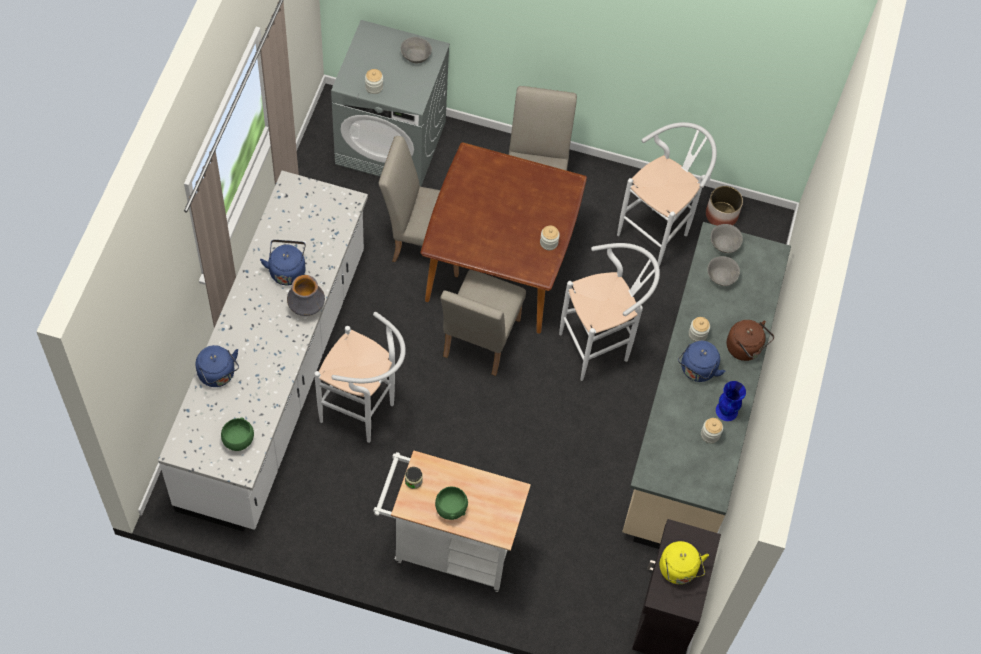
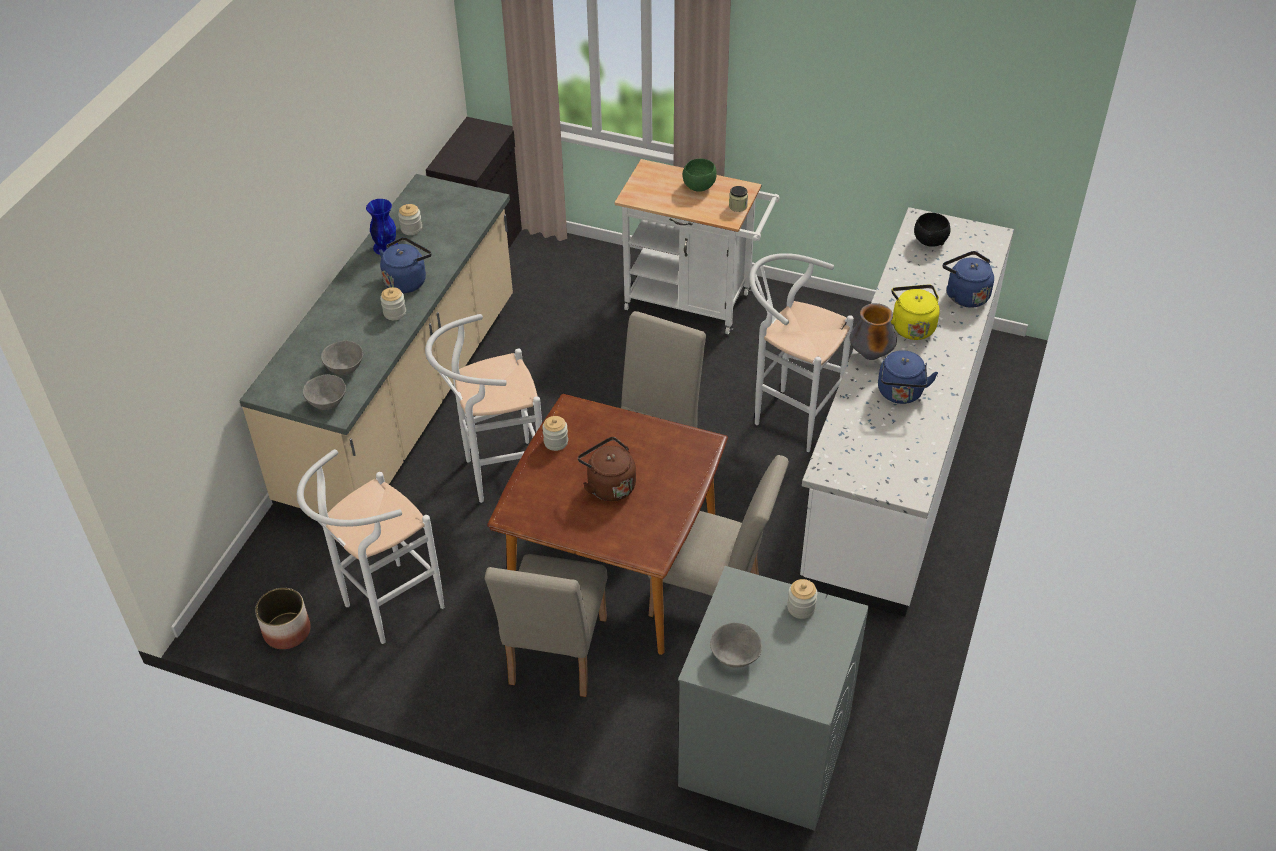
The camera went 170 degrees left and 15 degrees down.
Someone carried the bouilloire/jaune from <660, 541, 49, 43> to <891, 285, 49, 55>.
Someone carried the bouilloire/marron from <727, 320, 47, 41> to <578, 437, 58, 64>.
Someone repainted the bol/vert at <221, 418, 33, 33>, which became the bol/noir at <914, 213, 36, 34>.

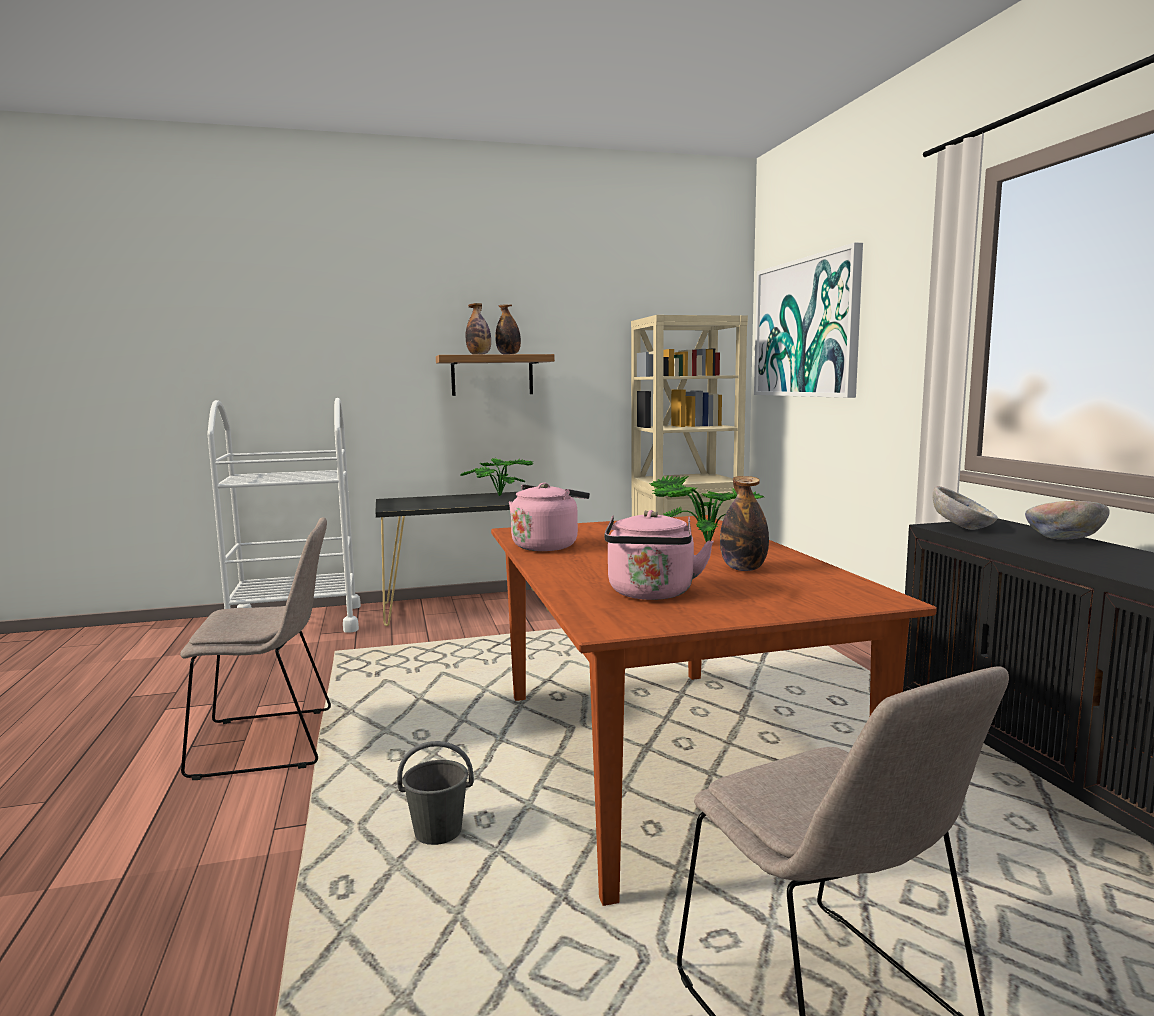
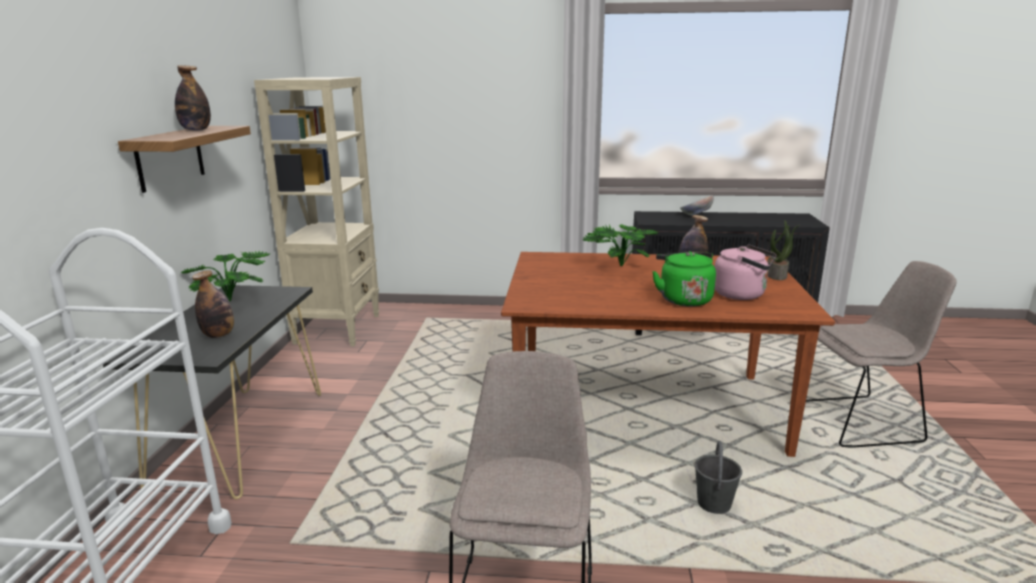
The camera went 70 degrees left and 10 degrees up.
Someone took away the bouilloire/rose at <509, 483, 81, 68>.
Someone took away the tableau at <754, 242, 109, 156>.
Someone took away the bol at <932, 486, 66, 44>.
Someone put down the bouilloire/vert at <652, 251, 64, 55>.
Someone put down the plante en pot at <768, 220, 32, 60>.
Someone carried the bouteille from <466, 303, 25, 52> to <192, 270, 42, 68>.

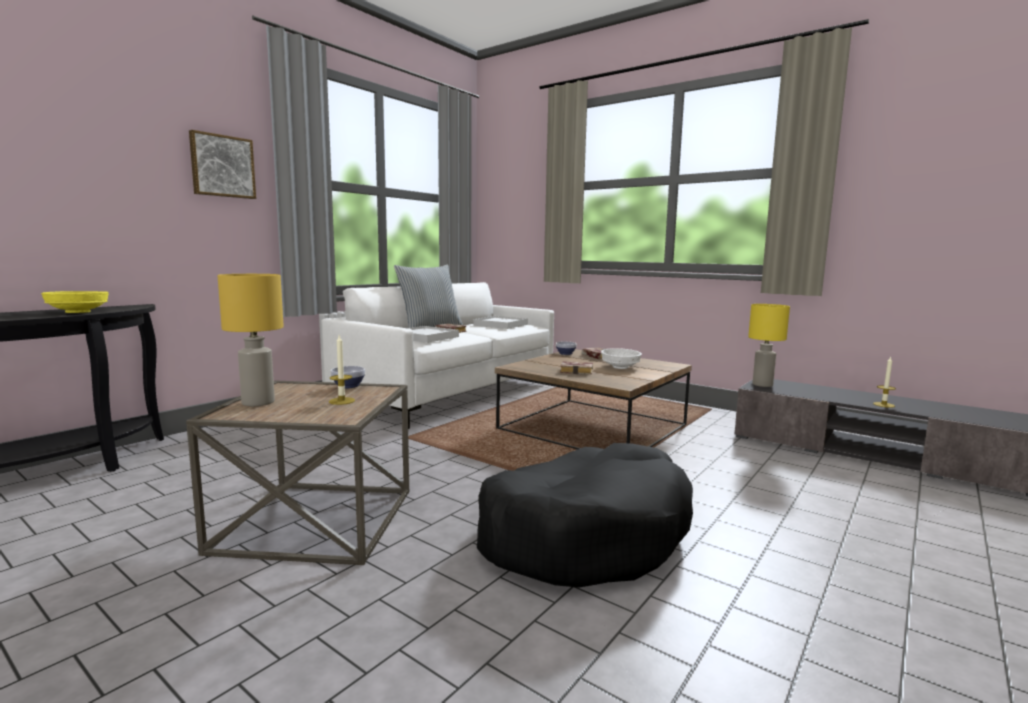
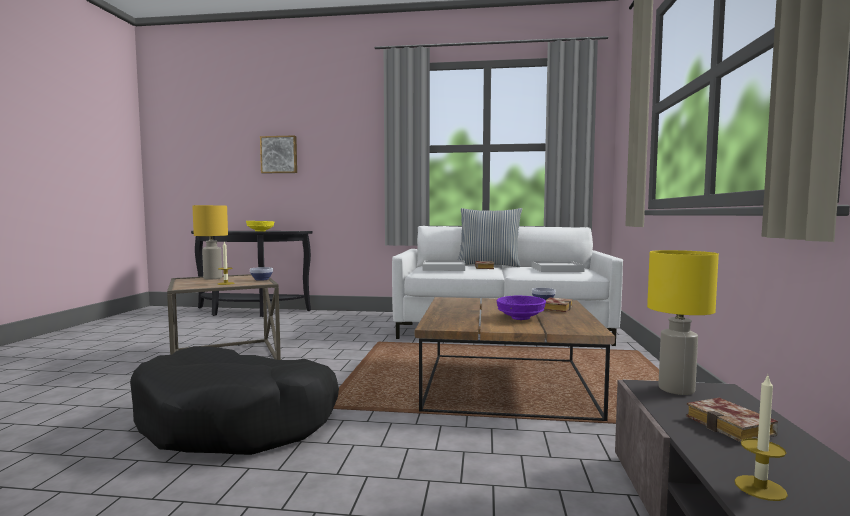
The camera went 60 degrees right and 5 degrees down.
Someone carried the tableau from <189, 130, 67, 69> to <260, 135, 37, 38>.
Someone carried the livre from <560, 361, 33, 14> to <686, 398, 92, 44>.
Someone repainted the bol/blanc at <601, 348, 41, 21>, which became the bol/violet at <496, 296, 50, 24>.

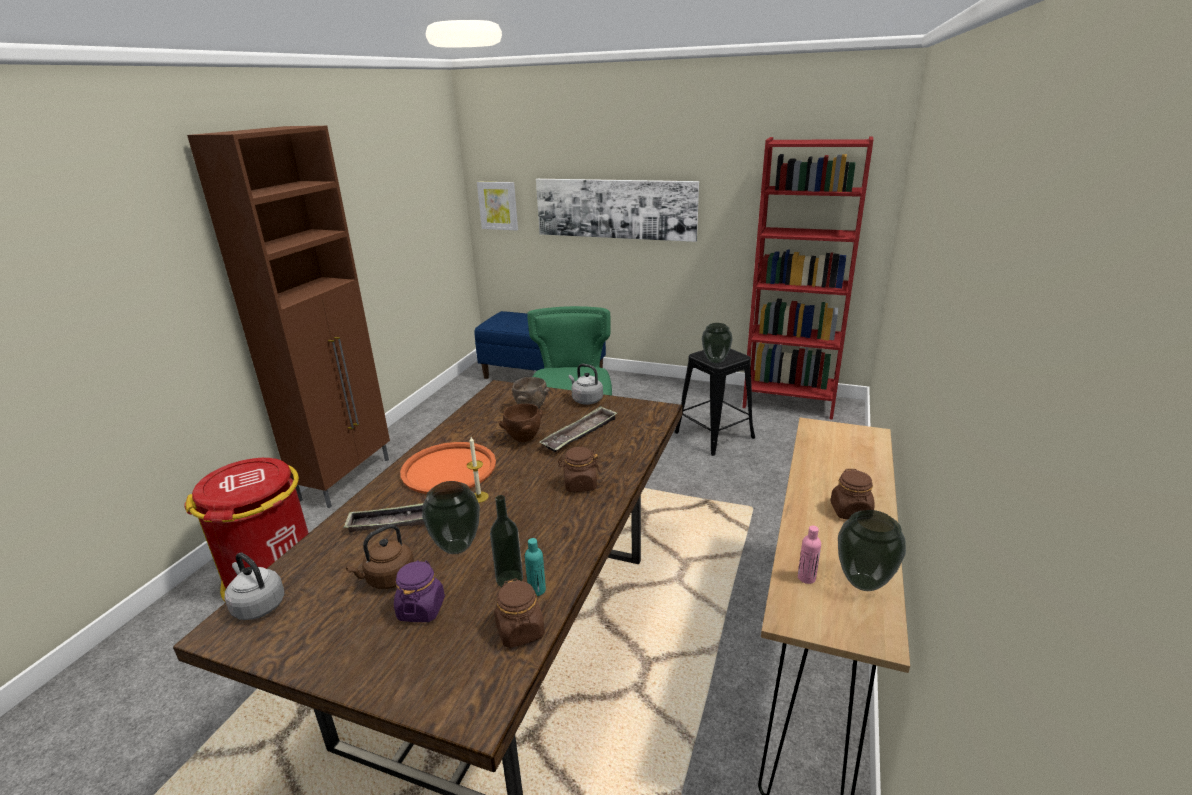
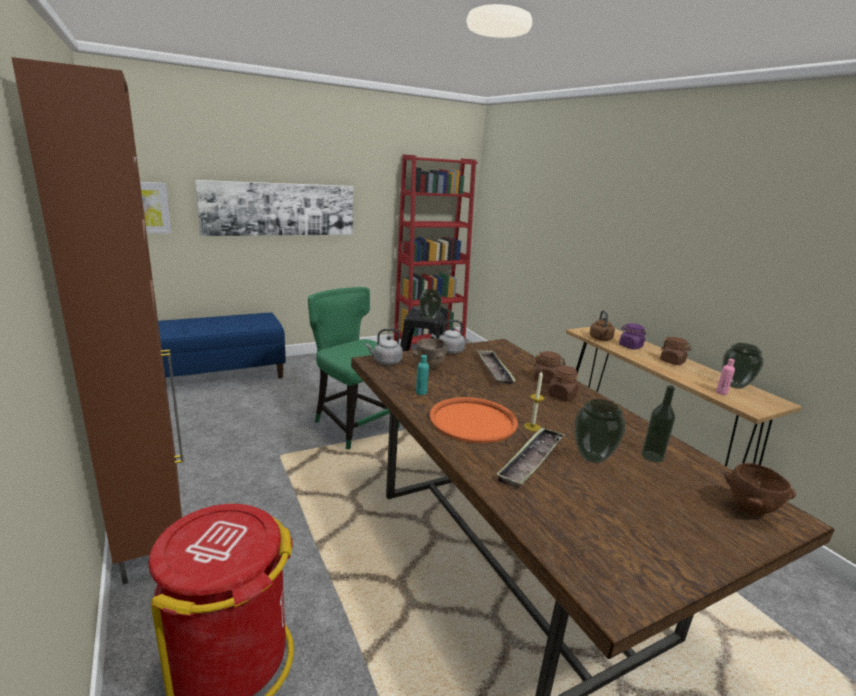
The camera went 50 degrees left and 5 degrees down.
Someone carried the bouilloire/gris from <225, 552, 59, 68> to <366, 328, 37, 37>.
Someone carried the bouilloire/marron from <346, 524, 68, 65> to <590, 310, 25, 31>.
Someone carried the bocal/violet from <394, 560, 51, 62> to <619, 323, 27, 27>.
Someone carried the bocal/marron from <494, 578, 51, 70> to <533, 351, 33, 32>.
Someone carried the bol/marron from <499, 404, 44, 38> to <725, 463, 71, 52>.
Someone carried the bouteille/turquoise from <525, 538, 21, 58> to <416, 355, 13, 40>.

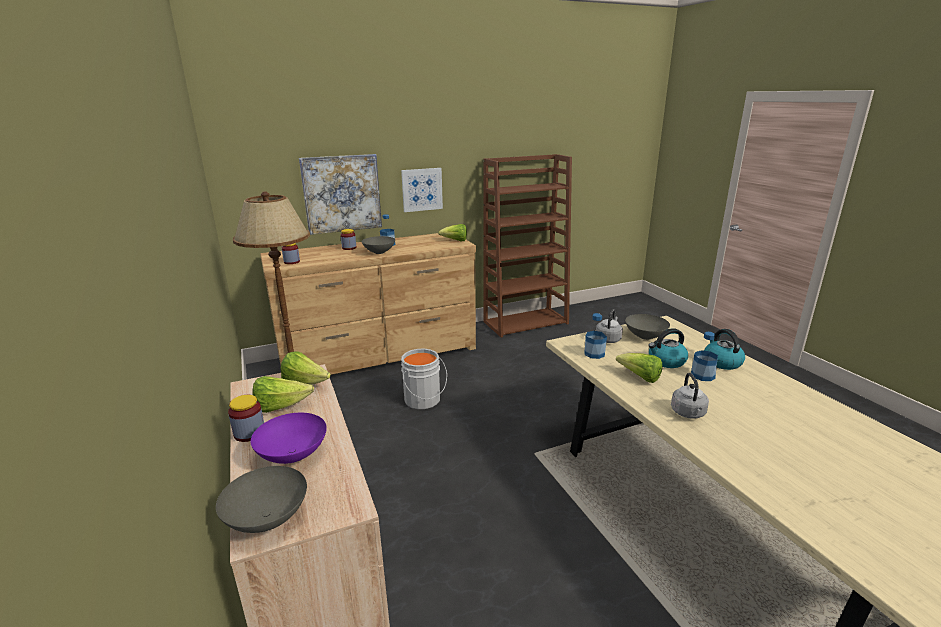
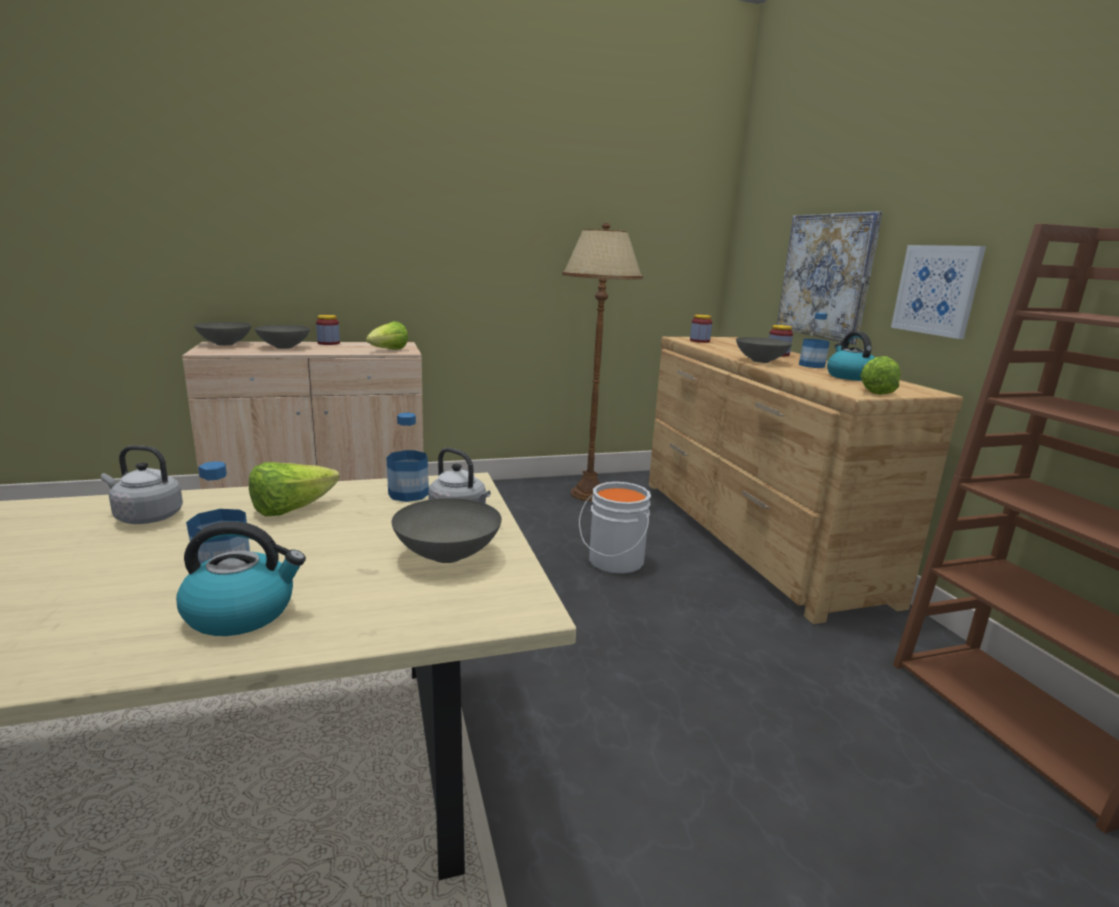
The camera went 95 degrees right and 5 degrees down.
Someone took away the laitue at <252, 376, 62, 37>.
Someone carried the bouilloire from <648, 328, 40, 40> to <827, 331, 48, 50>.
Someone repainted the bol/violet at <251, 413, 76, 51>, which became the bol/gris at <254, 325, 56, 24>.

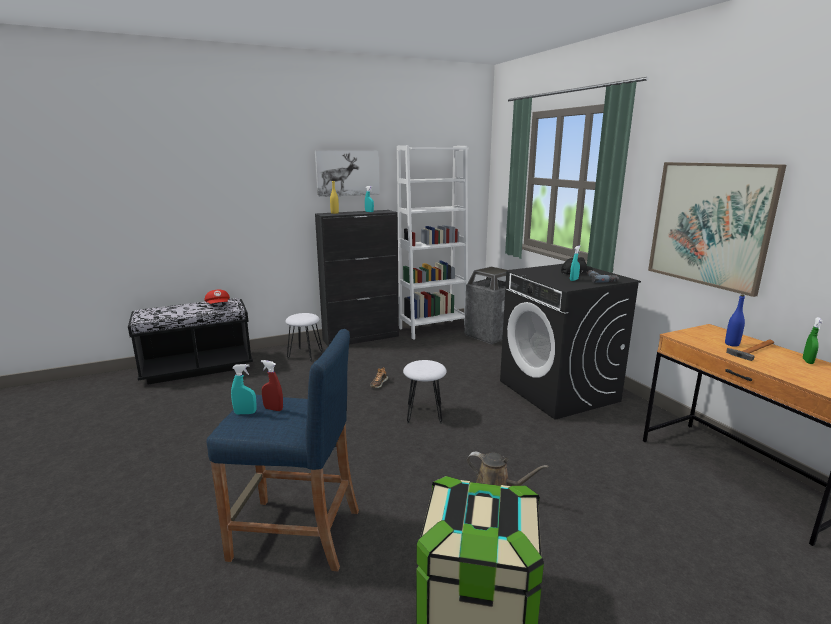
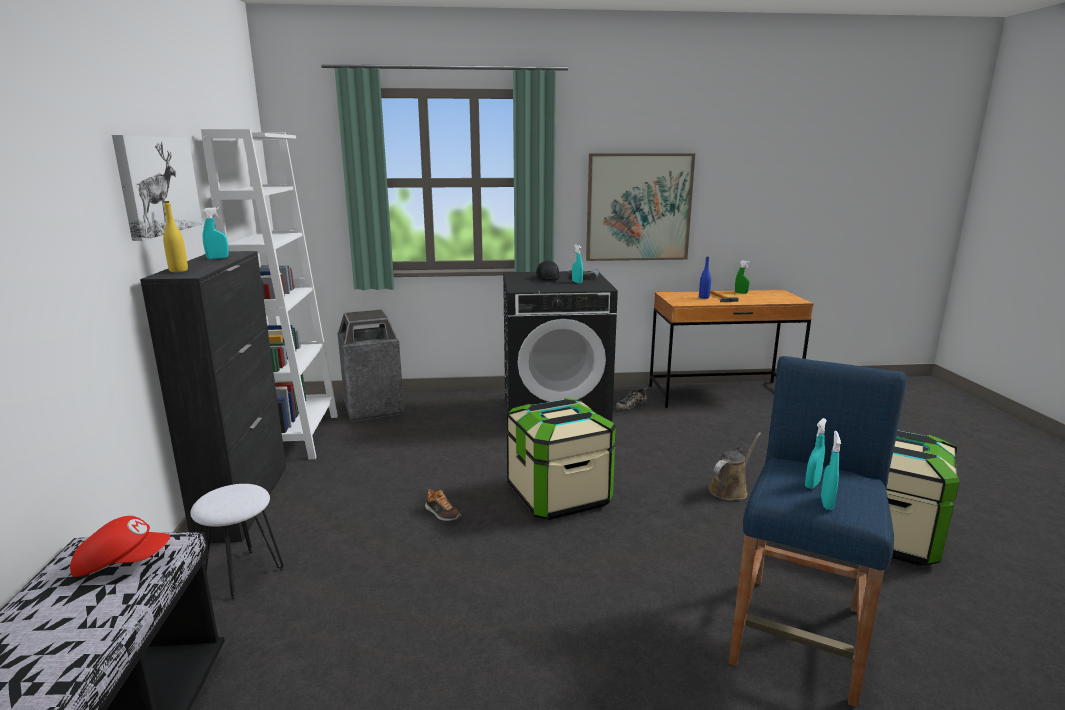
The camera went 70 degrees left and 0 degrees up.
Someone put down the chaussure at <616, 388, 33, 23>.
Someone swapped the tabouret/blanc at <403, 360, 44, 64> for the boîte de rangement at <506, 398, 110, 122>.
Someone repainted the vaporisateur/rouge at <261, 360, 22, 51>, which became the vaporisateur/turquoise at <805, 418, 22, 71>.

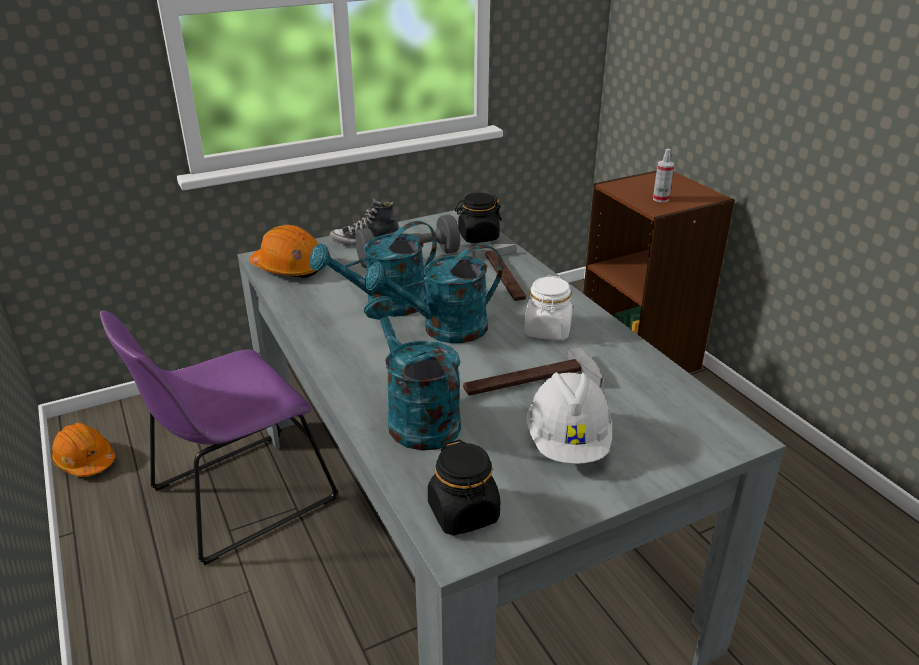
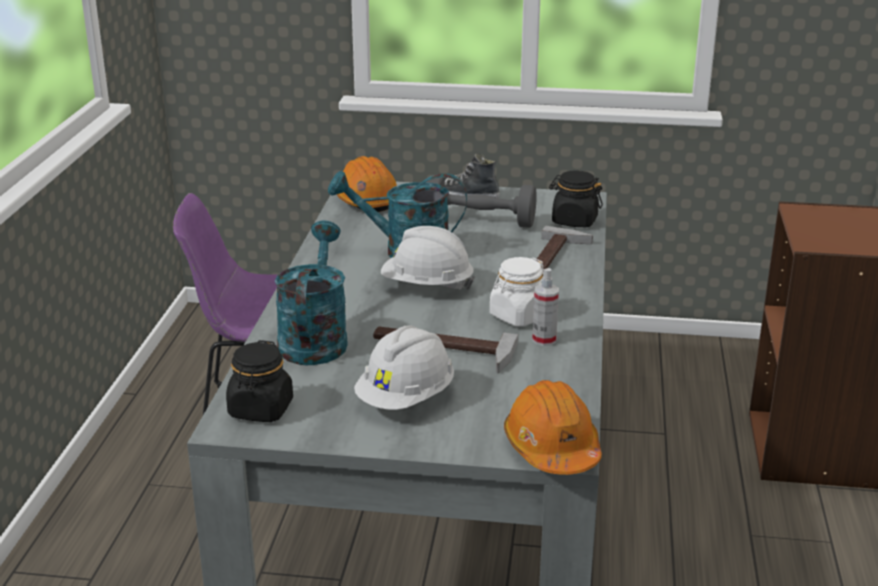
The camera went 35 degrees right and 5 degrees down.
Someone carried the casque de chantier/orange from <51, 423, 64, 54> to <504, 380, 98, 95>.
Someone carried the vaporisateur from <653, 149, 21, 53> to <532, 268, 27, 78>.
Someone swapped the arrosoir/turquoise at <365, 244, 138, 99> for the casque de chantier/blanc at <381, 226, 94, 64>.

